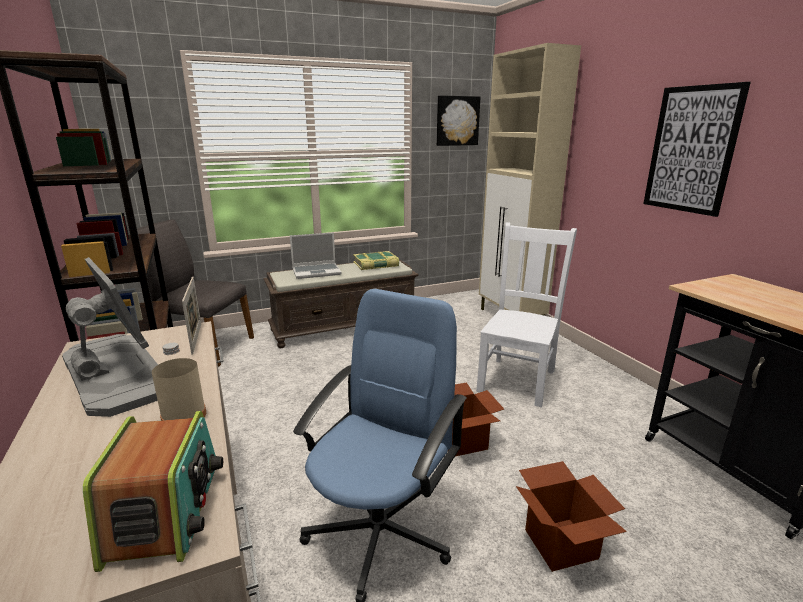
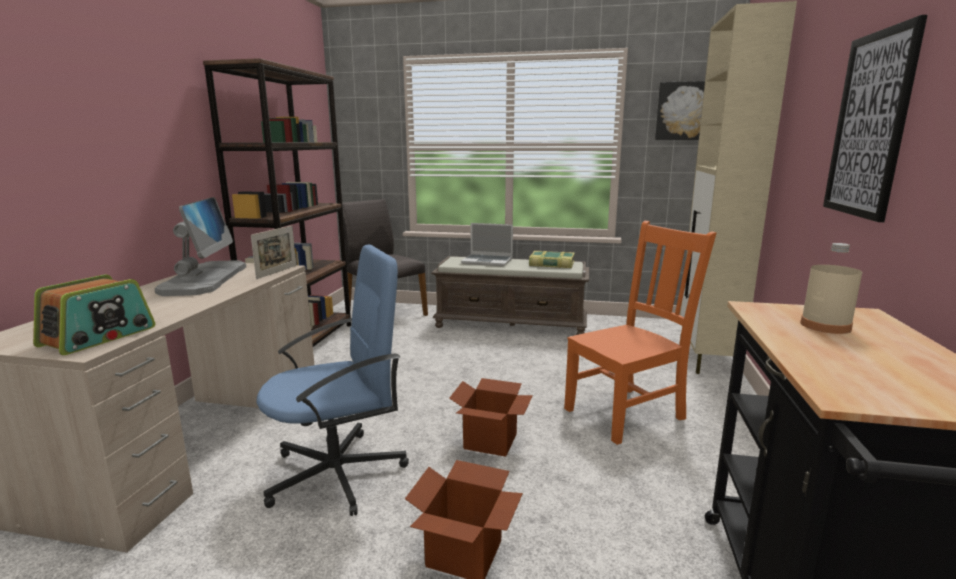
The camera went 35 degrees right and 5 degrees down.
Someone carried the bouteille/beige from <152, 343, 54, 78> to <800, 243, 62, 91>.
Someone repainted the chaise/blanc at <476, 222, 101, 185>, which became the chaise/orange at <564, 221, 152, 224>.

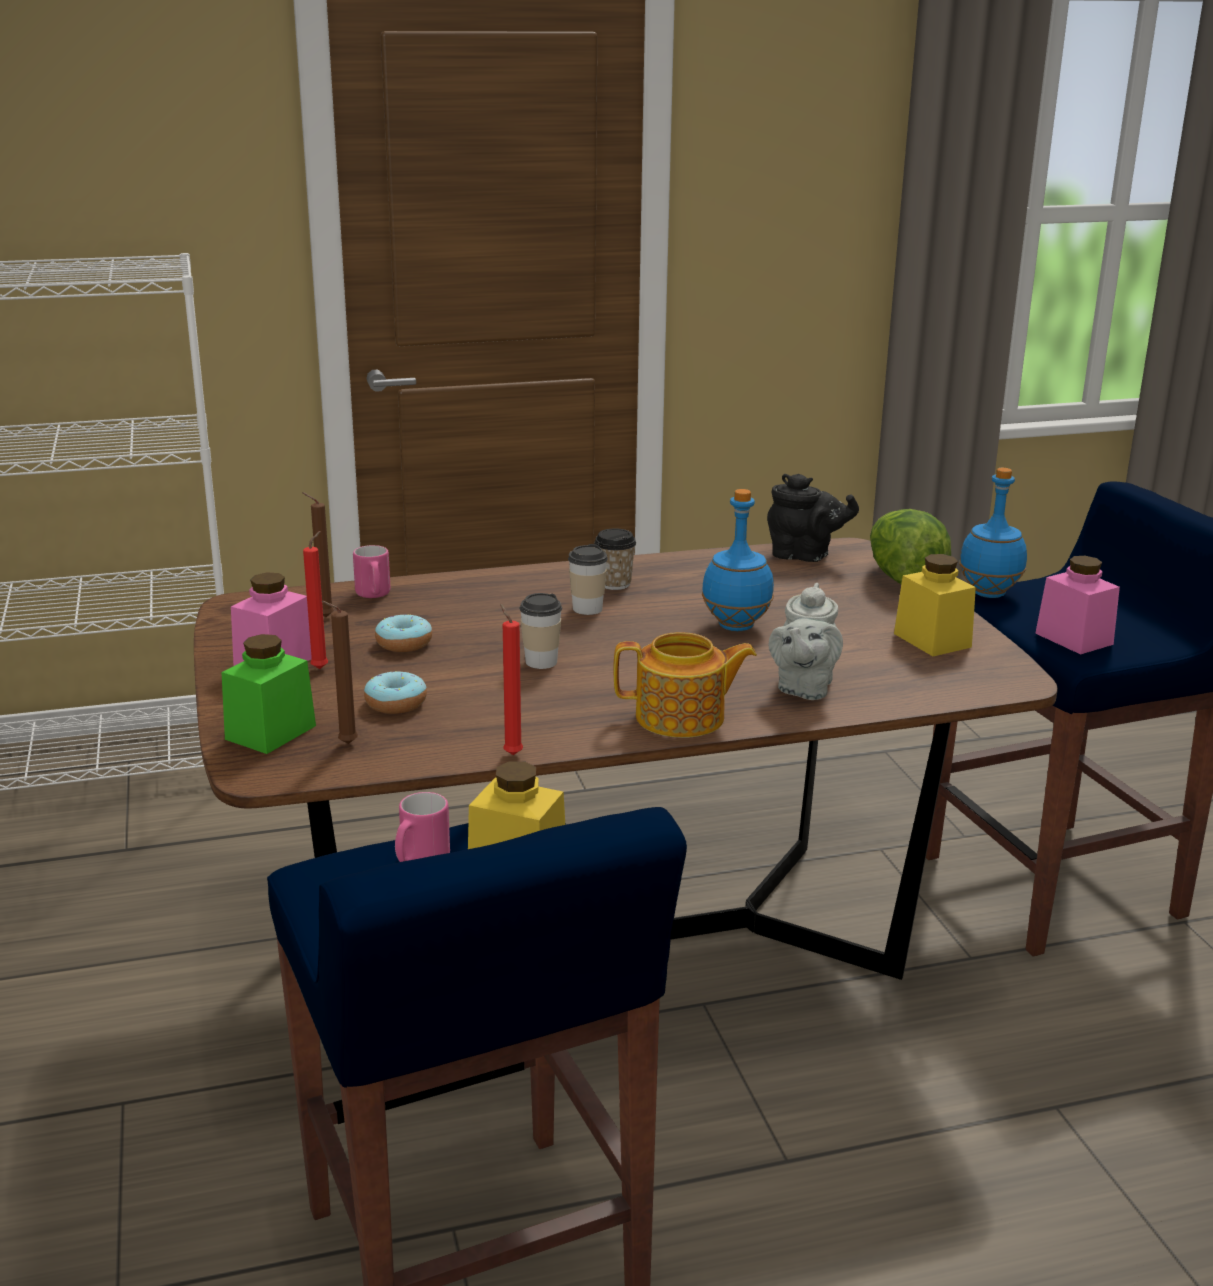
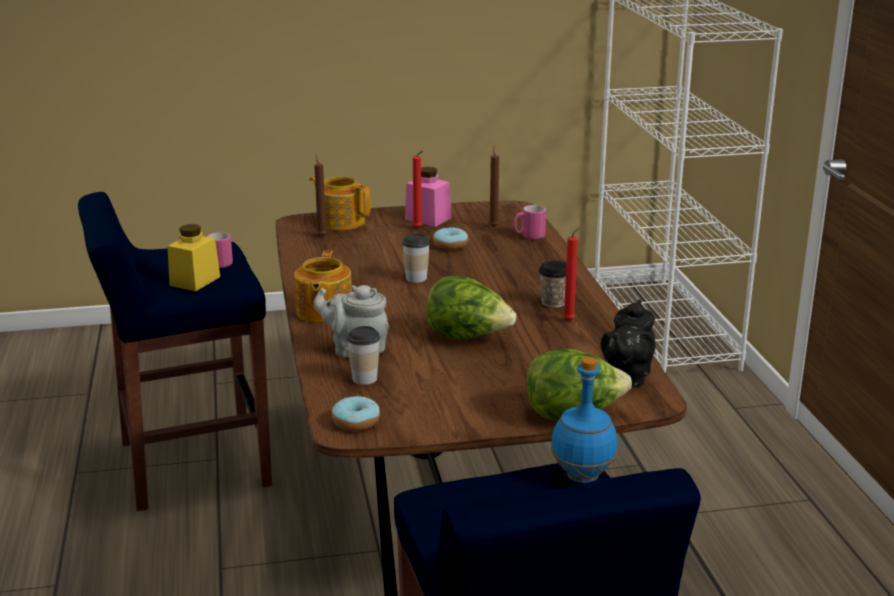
The camera went 95 degrees right and 0 degrees up.
Someone took away the bocal/jaune at <894, 554, 82, 102>.
Someone took away the bocal/rose at <1035, 556, 85, 98>.
Someone carried the beignet from <364, 671, 63, 43> to <332, 396, 48, 35>.
Someone carried the bougie/rouge from <500, 603, 23, 152> to <563, 226, 18, 95>.
Someone carried the tasse from <568, 544, 40, 71> to <347, 326, 33, 59>.
Someone swapped the bocal/vert at <221, 634, 95, 120> for the théière at <309, 175, 61, 55>.
Someone swapped the bouteille/bleu at <702, 489, 72, 142> for the laitue at <426, 276, 91, 63>.

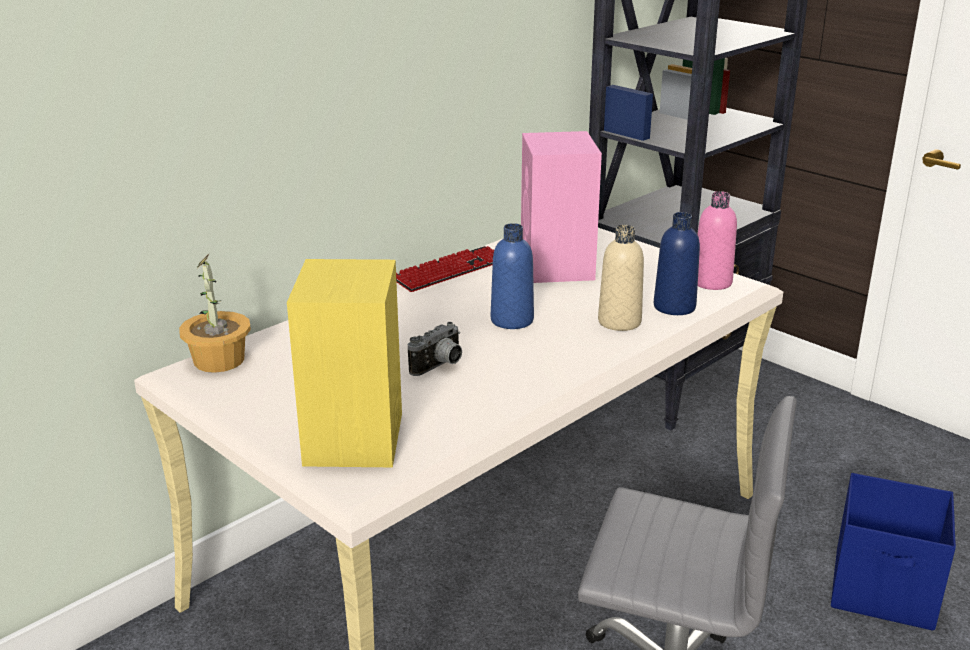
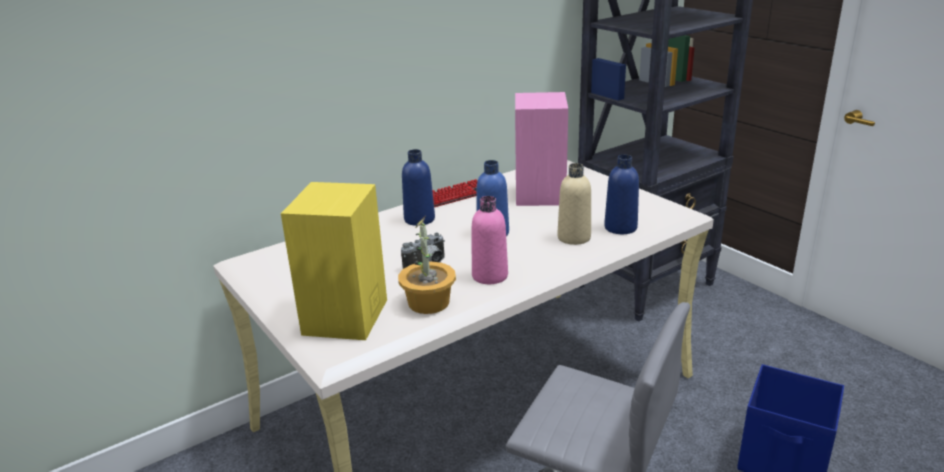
The camera went 10 degrees right and 0 degrees up.
Someone put down the bouteille/bleu at <402, 149, 33, 77>.
Someone carried the plante en pot from <179, 254, 72, 119> to <398, 217, 58, 97>.
Someone carried the bouteille/rose from <697, 191, 40, 99> to <472, 196, 36, 88>.

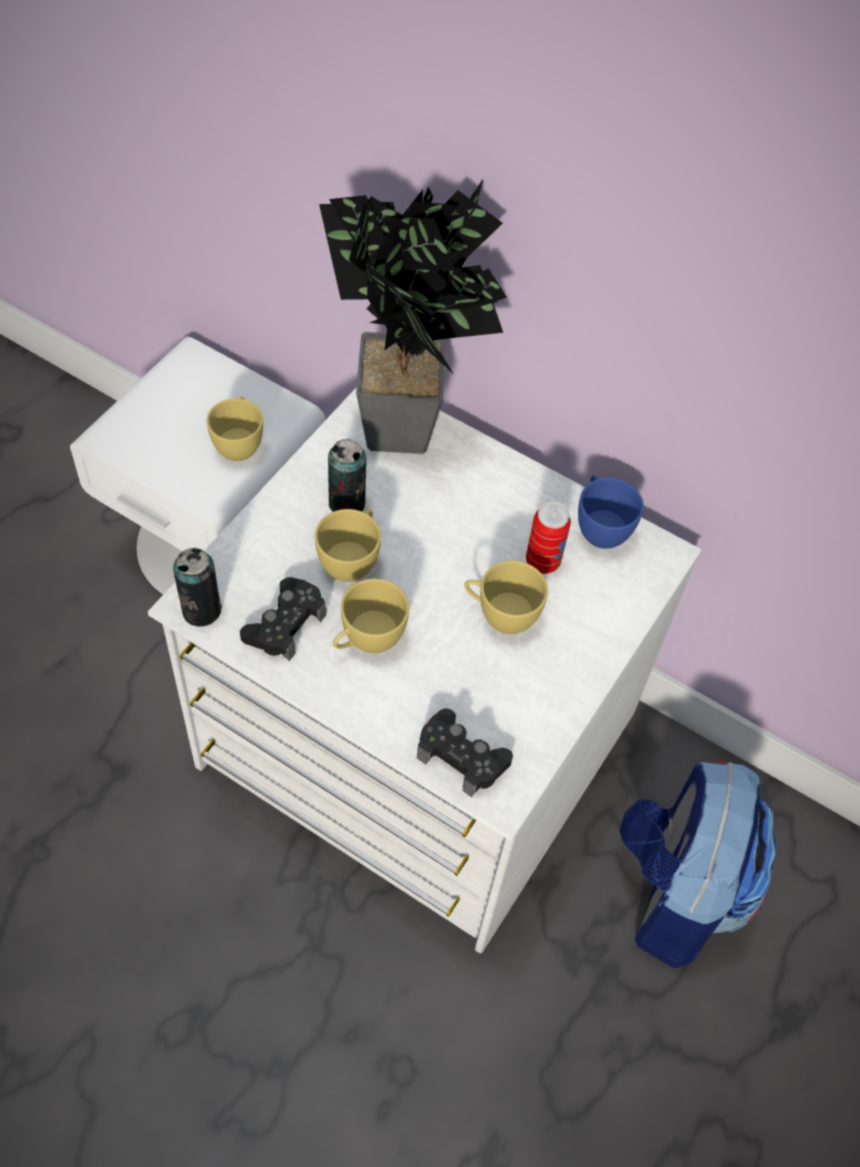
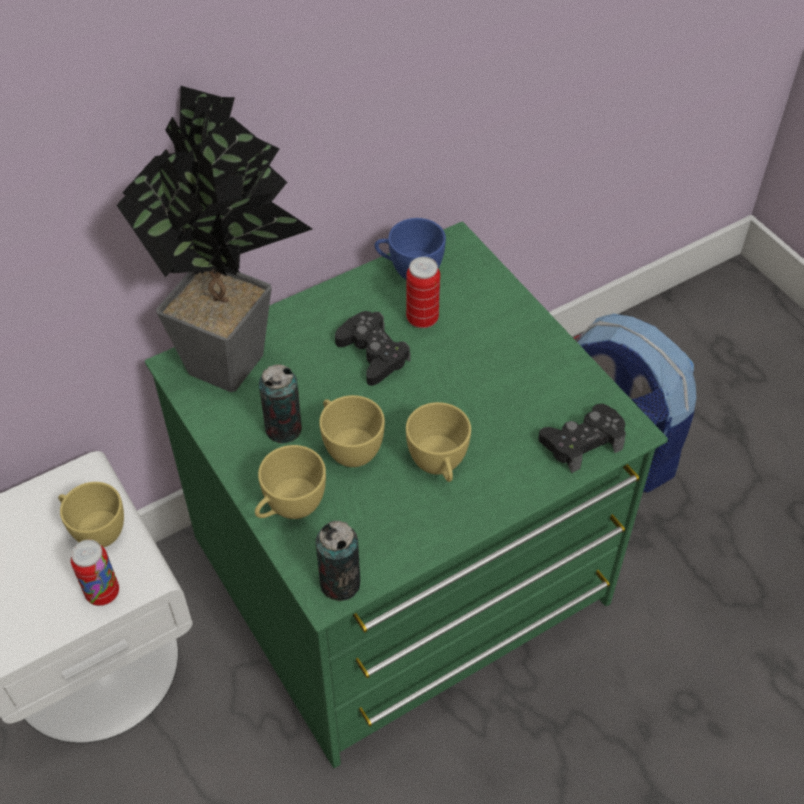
The camera went 60 degrees left and 5 degrees down.
Someone put down the boîte métallique at <71, 540, 48, 66>.
Someone carried the manette/noir from <240, 577, 86, 84> to <335, 311, 75, 75>.
Someone carried the tasse/jaune from <464, 560, 84, 74> to <255, 445, 71, 74>.
Someone repainted the commode/blanc at <148, 387, 553, 566>, which became the commode/vert at <145, 222, 523, 546>.

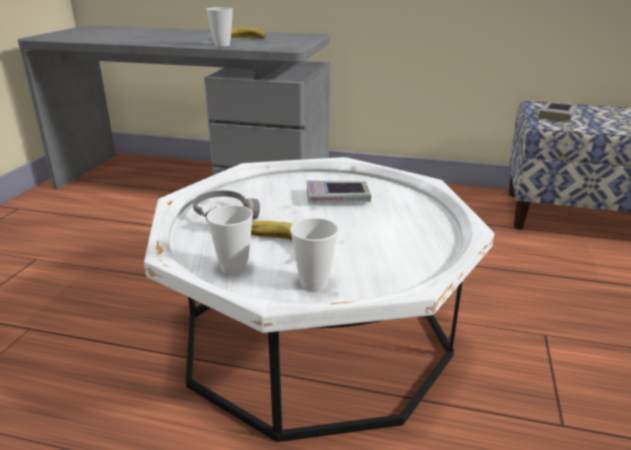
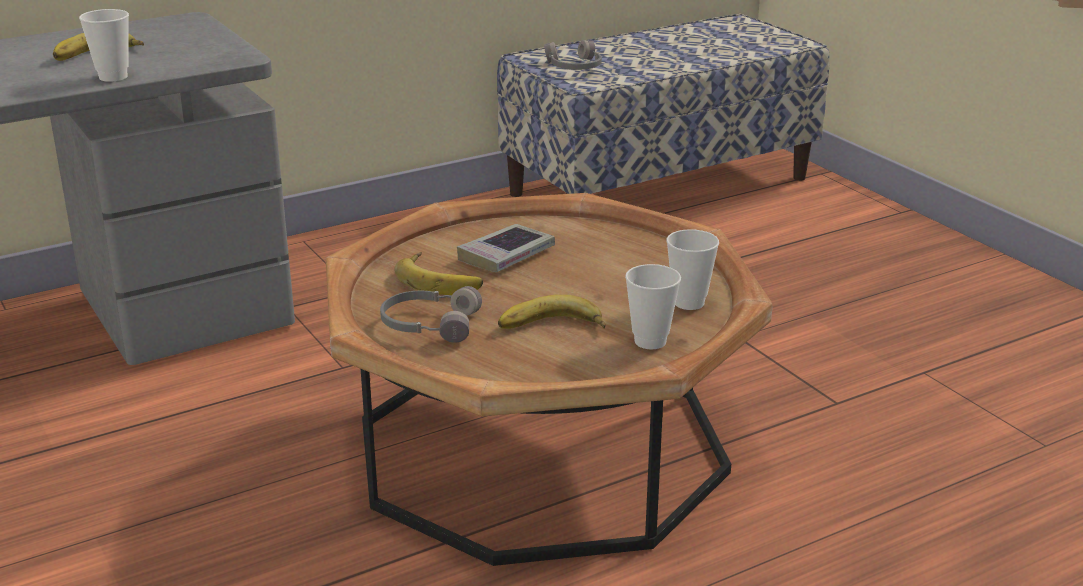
The camera went 45 degrees left and 0 degrees up.
Someone put down the banane at <394, 252, 89, 43>.
Someone carried the tasse from <207, 205, 46, 70> to <666, 229, 53, 81>.
Someone swapped the livre at <539, 102, 39, 18> for the casque audio/gris at <544, 40, 58, 30>.
Someone repainted the table basse/blanc at <144, 157, 350, 285>, which became the table basse/marron at <326, 193, 447, 373>.

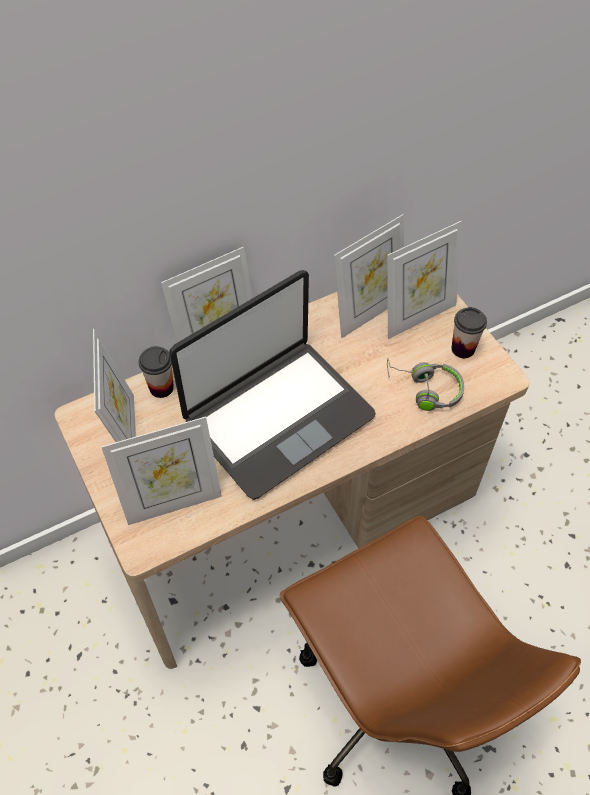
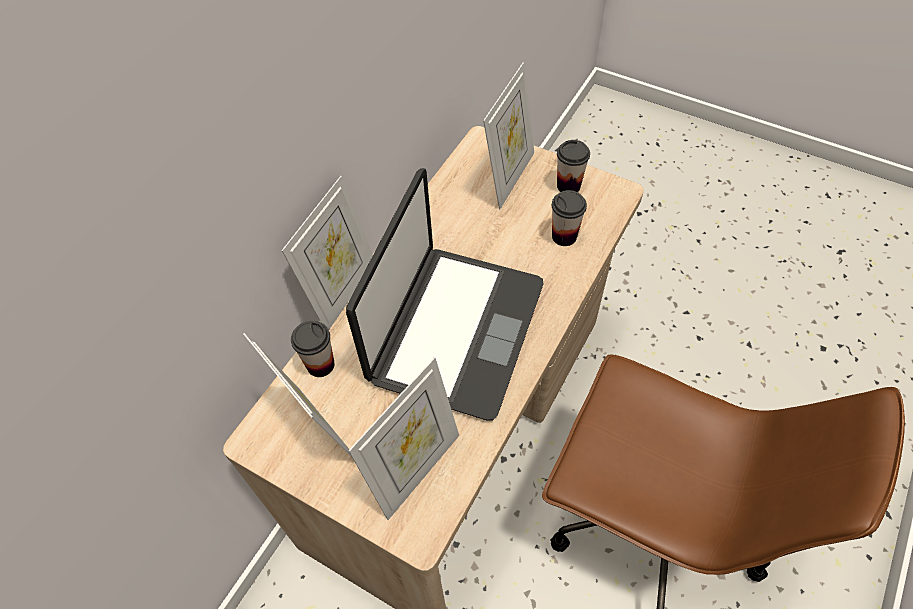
The camera went 30 degrees left and 0 degrees up.
Someone took away the cadre photo at <334, 214, 70, 124>.
Someone swapped the casque audio/gris at <387, 358, 77, 53> for the tasse at <552, 190, 35, 56>.

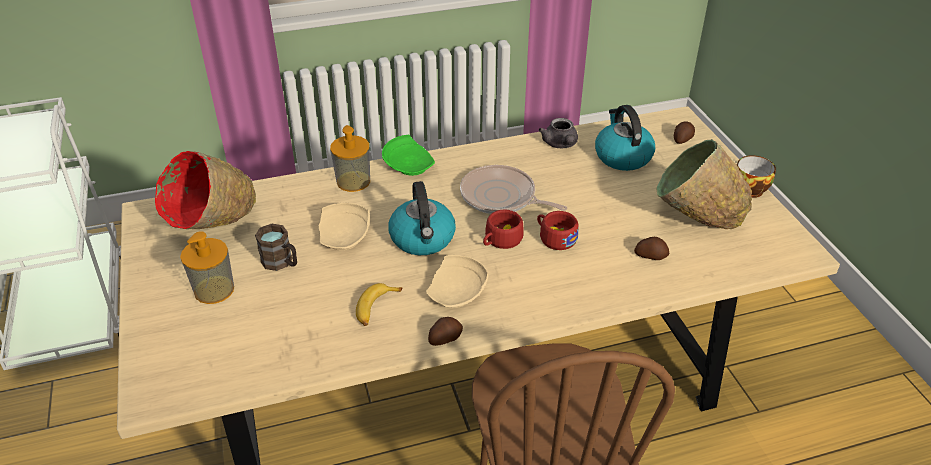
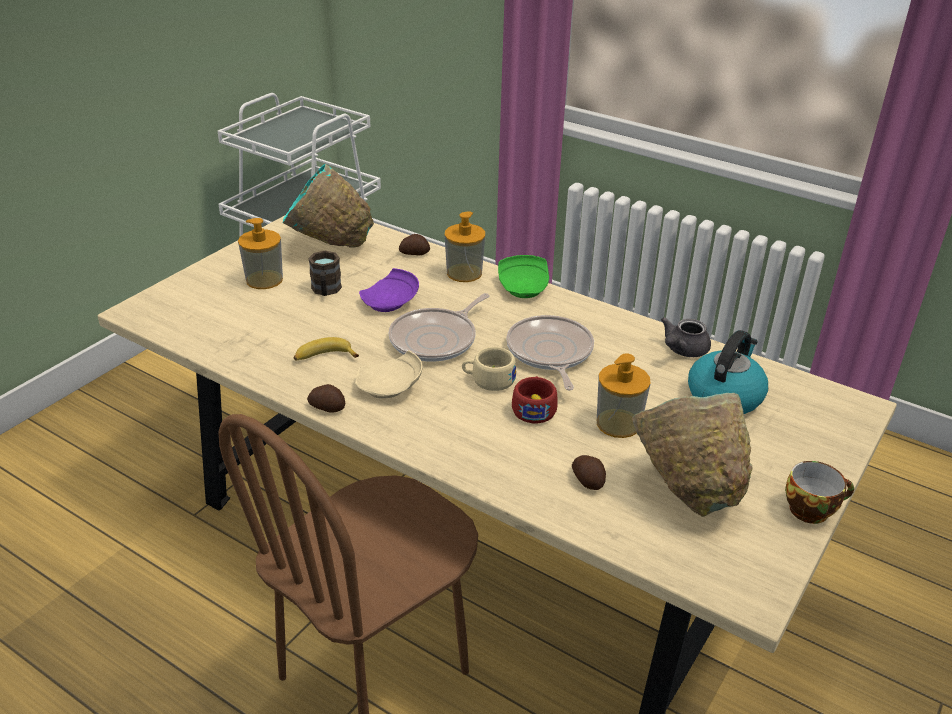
The camera went 50 degrees right and 5 degrees down.
Someone put down the distributeur de savon at <597, 353, 54, 85>.
Someone carried the pomme de terre from <674, 122, 21, 22> to <399, 234, 31, 22>.
Someone swapped the bouilloire at <388, 181, 68, 74> for the poêle at <389, 293, 101, 69>.
Someone repainted the bol/rouge at <155, 151, 101, 78>, which became the bol/turquoise at <283, 164, 91, 84>.
Someone repainted the assiette/beige at <319, 203, 51, 47>, which became the assiette/violet at <359, 268, 60, 44>.
Someone repainted the tasse/rouge at <483, 209, 41, 40>, which became the tasse/beige at <462, 347, 54, 44>.

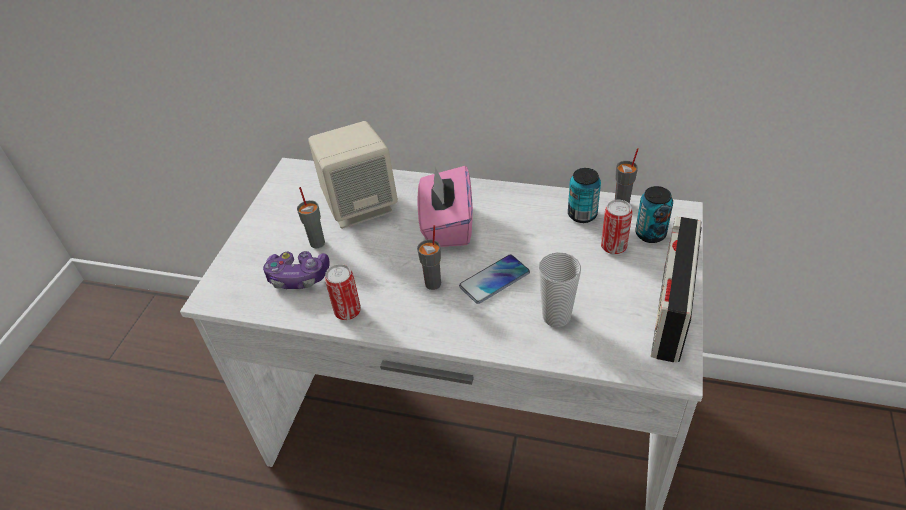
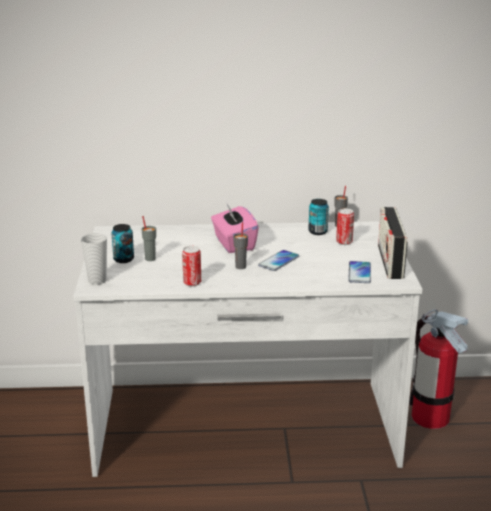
The camera went 20 degrees left and 20 degrees down.
Someone took away the manette at <263, 251, 67, 38>.
Someone took away the enceinte/beige at <308, 121, 90, 108>.
Someone put down the téléphone at <348, 261, 23, 22>.
Someone put down the extincteur at <409, 309, 59, 120>.
Someone carried the tasse from <539, 252, 42, 75> to <81, 233, 26, 52>.
Someone carried the boîte métallique from <635, 186, 38, 57> to <111, 224, 23, 39>.

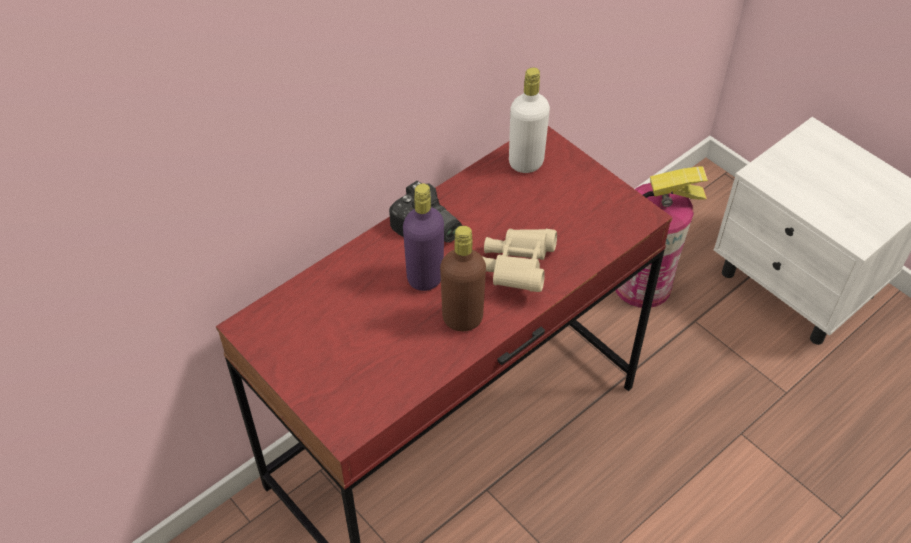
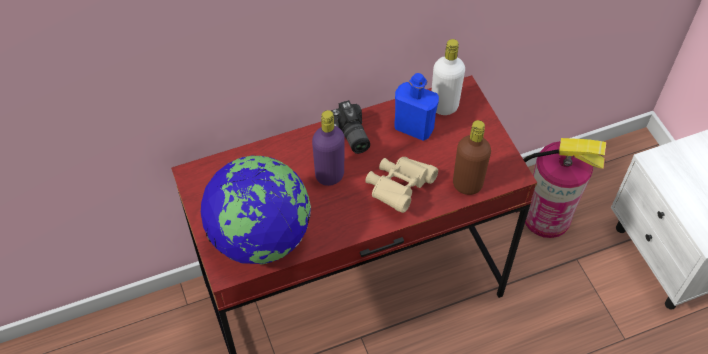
The camera went 20 degrees right and 5 degrees up.
Someone put down the globe at <201, 156, 110, 108>.
Someone put down the bouteille/bleu at <394, 73, 45, 68>.
Someone carried the bouteille/marron from <440, 226, 46, 105> to <453, 120, 38, 75>.

